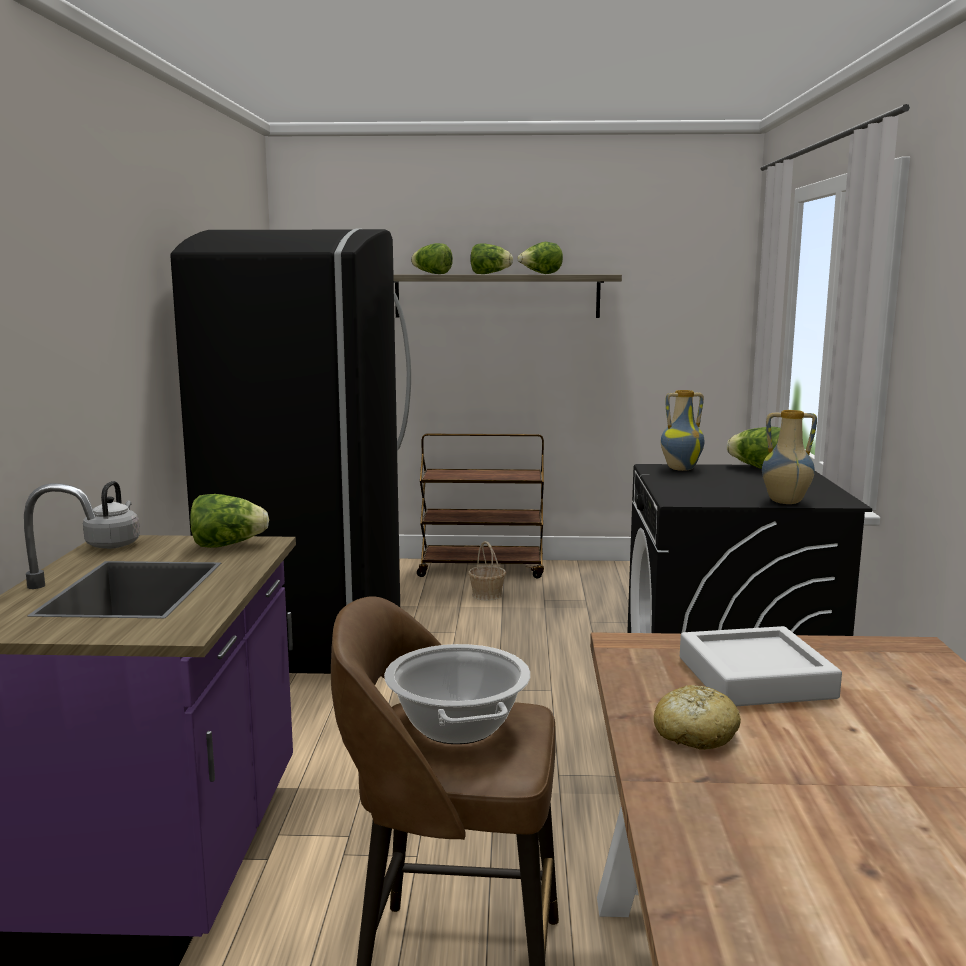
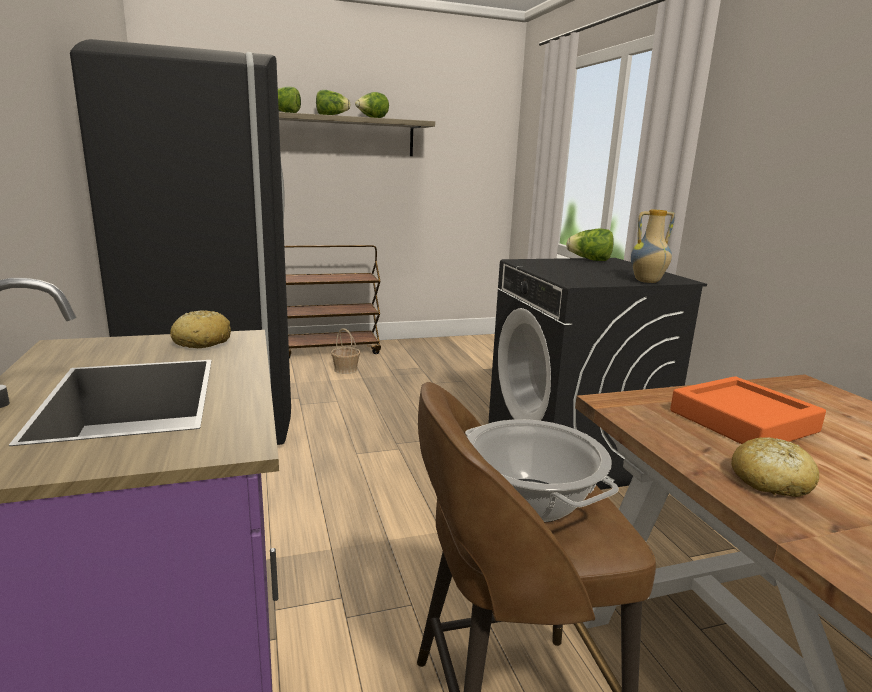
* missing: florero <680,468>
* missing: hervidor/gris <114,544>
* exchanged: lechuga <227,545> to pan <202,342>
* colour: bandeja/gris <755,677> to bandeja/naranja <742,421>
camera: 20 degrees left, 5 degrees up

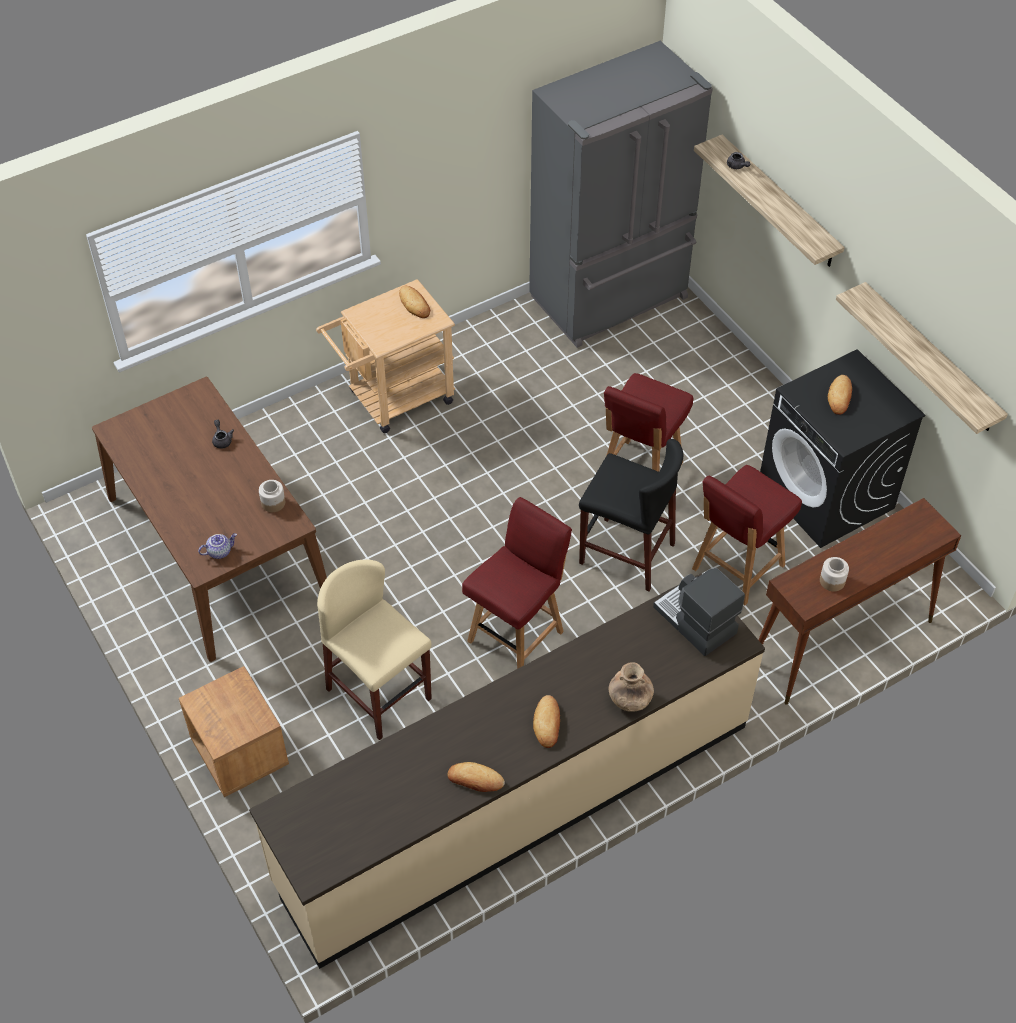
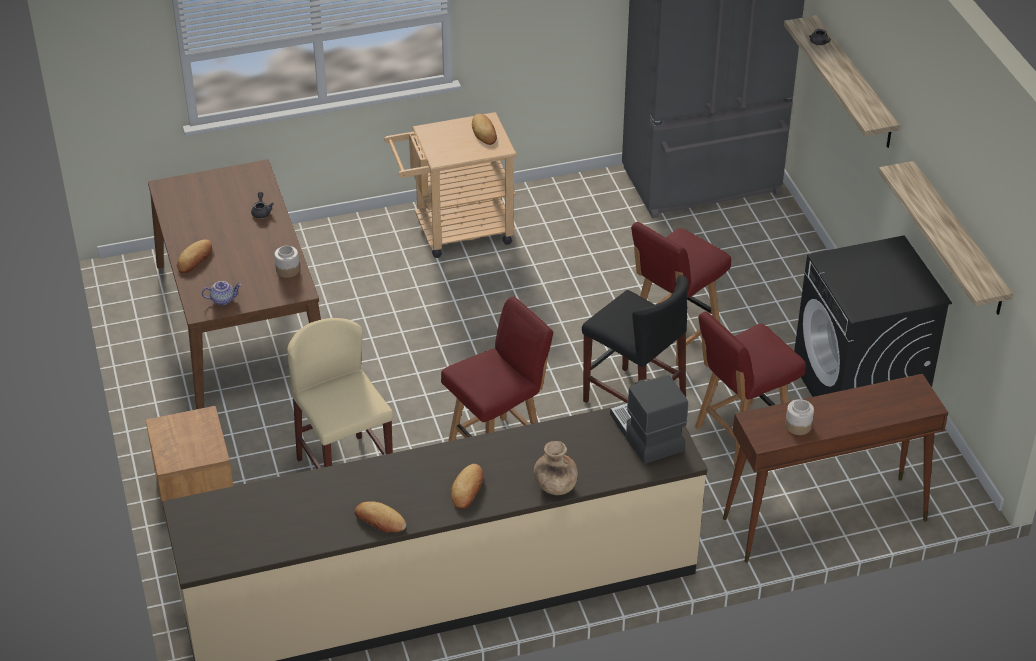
* relocated: pan <840,397> to <195,259>
camera: 15 degrees right, 10 degrees down

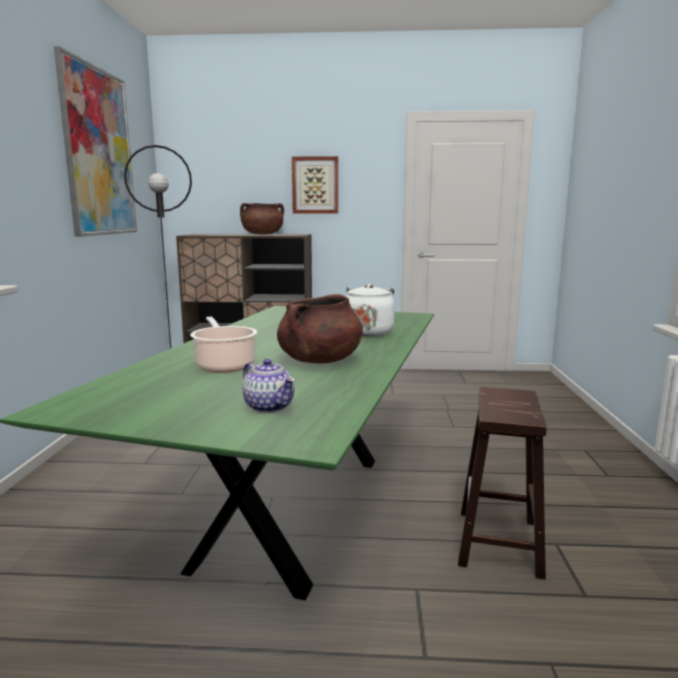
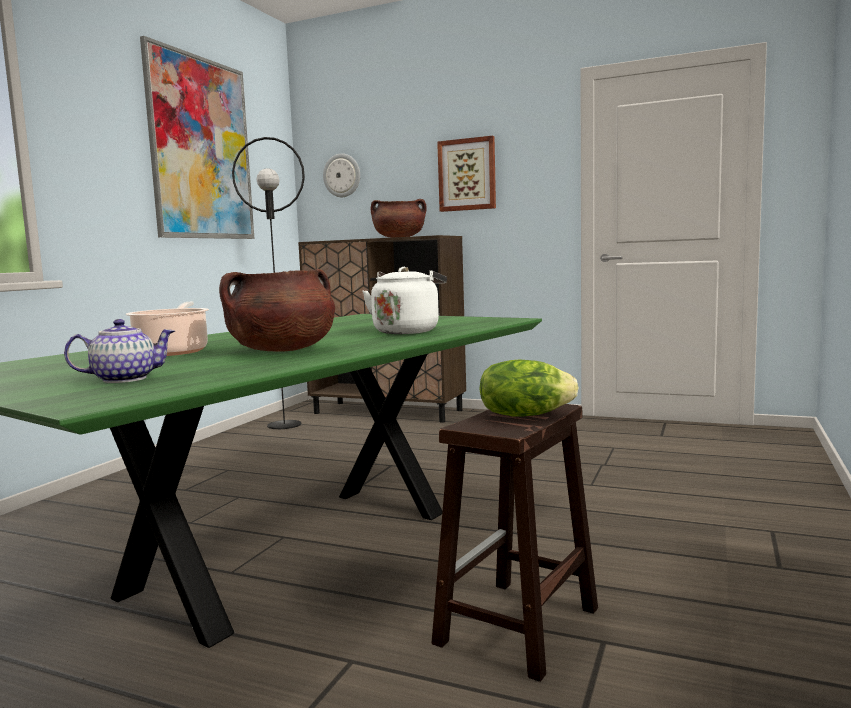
* spun: tetera <269,406> = <124,379> 90 degrees counterclockwise
* appeared: reloj de pared <342,175>
* appeared: lechuga <524,415>
camera: 20 degrees right, 5 degrees down

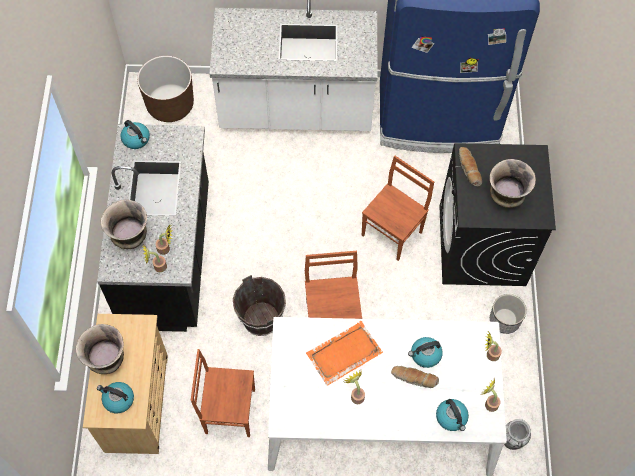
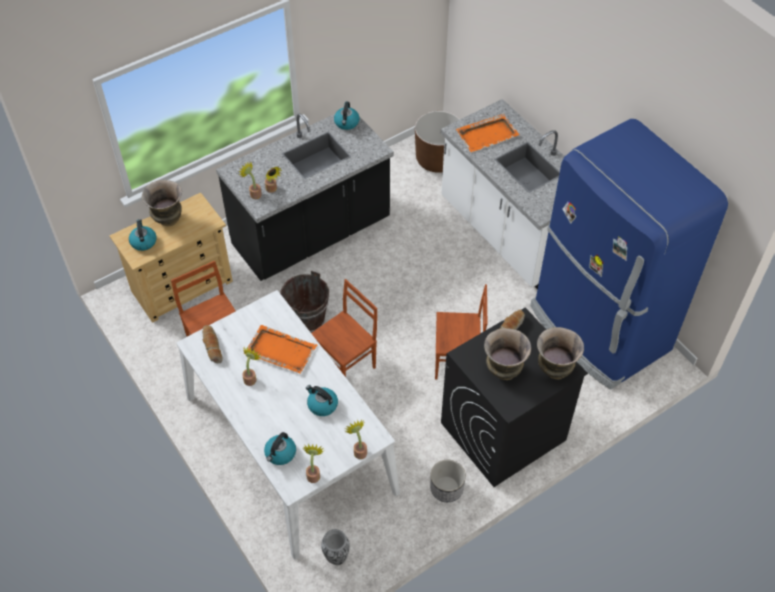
* relocated: florero <130,239> to <554,370>
* relocated: pan <414,379> to <212,347>
* appeared: bandeja/naranja <488,134>
camera: 55 degrees right, 10 degrees down

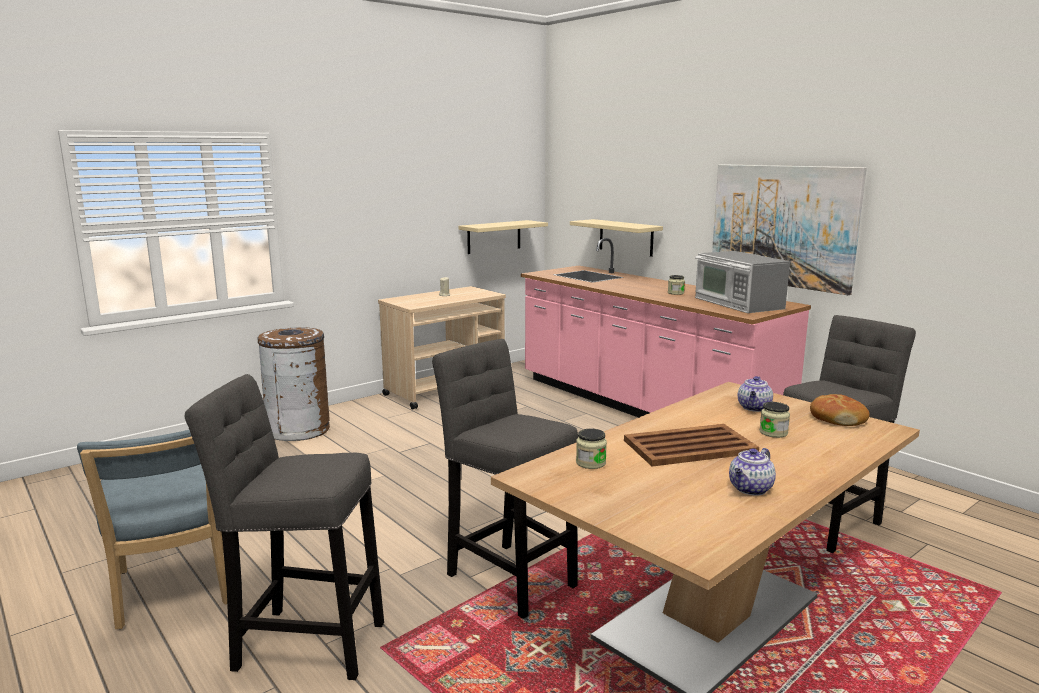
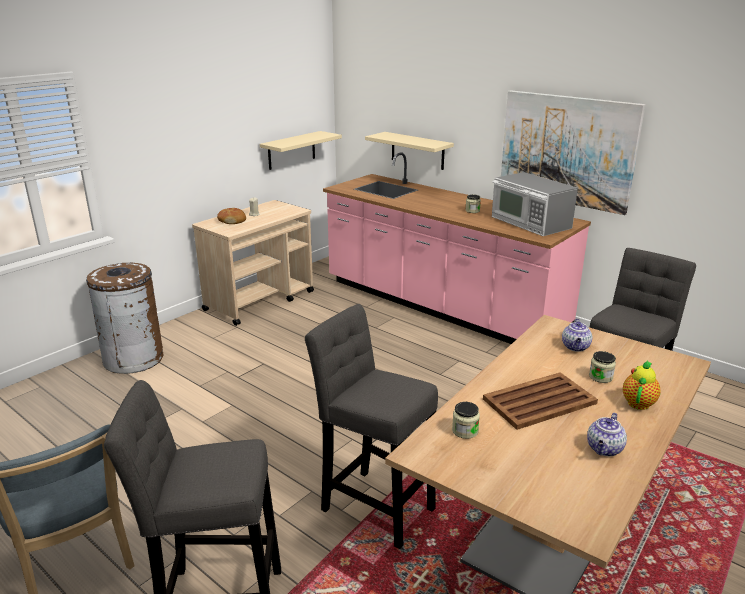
* relocated: pan <837,418> to <232,221>
* appeared: tetera <639,402>
camera: 10 degrees left, 10 degrees up

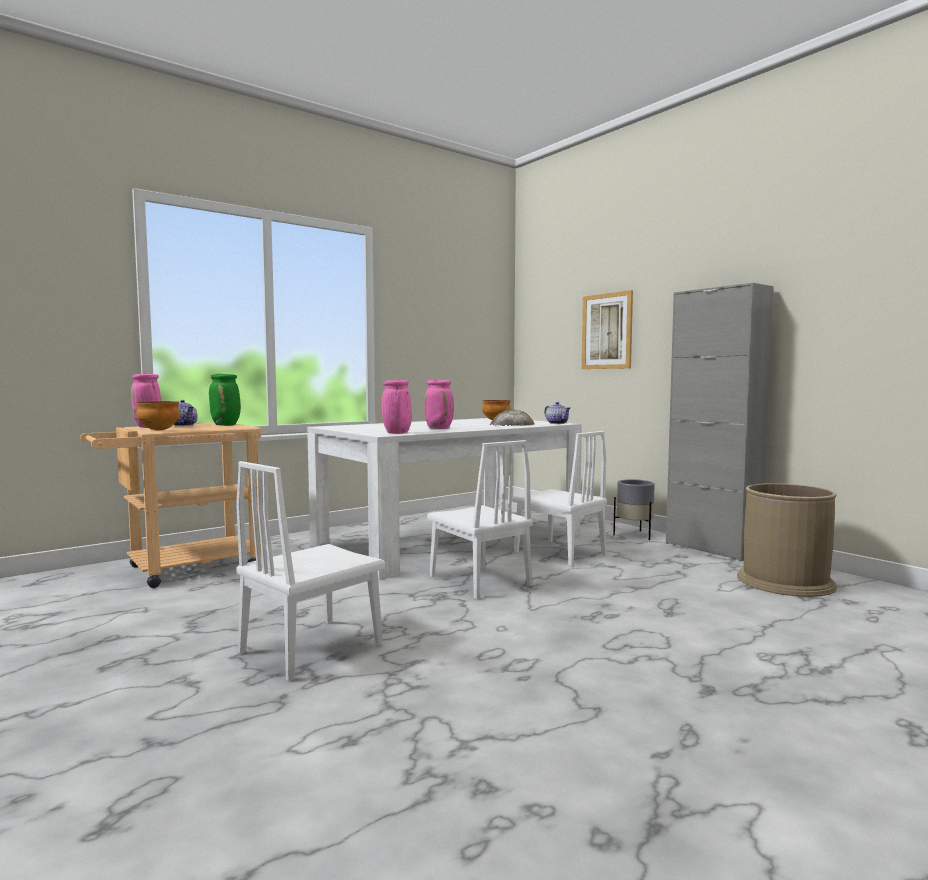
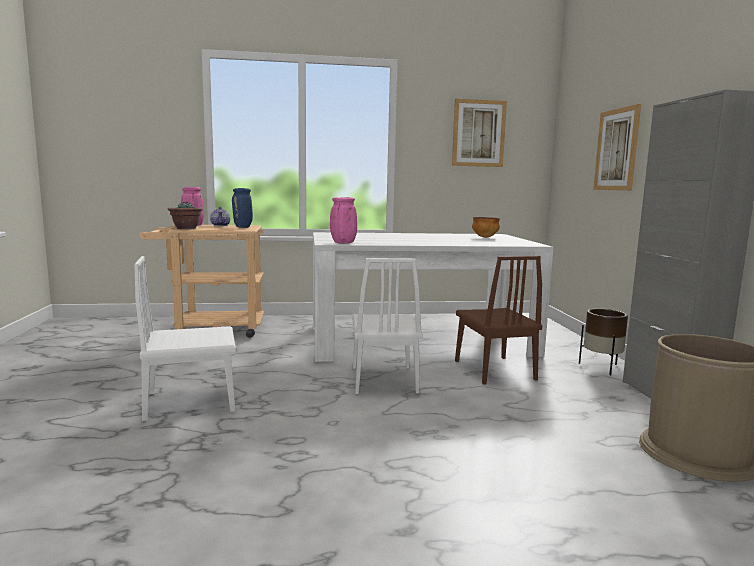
* colour: florero/verde <226,425> to florero/azul <243,227>
* missing: florero/rosa <439,428>
* exchanged: cuenco <158,430> to planta en maceta <186,228>
* missing: tetera <557,423>
* missing: pan <512,424>
* colour: silla/blanco <559,553> to silla/marrón <494,370>
* colour: maceta/gris <634,535> to maceta/marrón <601,367>
* appeared: cuadro <478,133>
camera: 30 degrees right, 5 degrees up

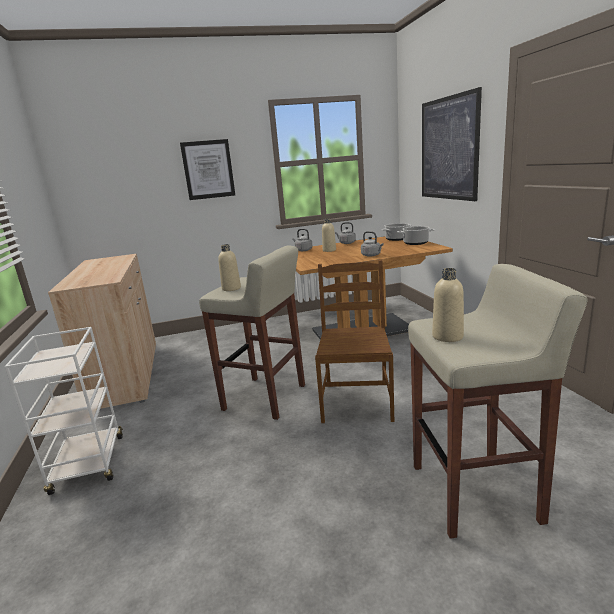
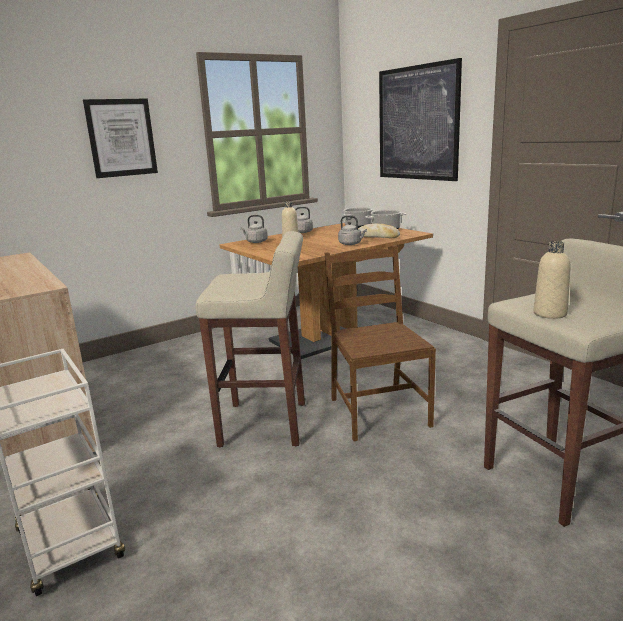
* missing: botella/beis <231,288>
* appeared: pan <378,237>
camera: 20 degrees left, 0 degrees up

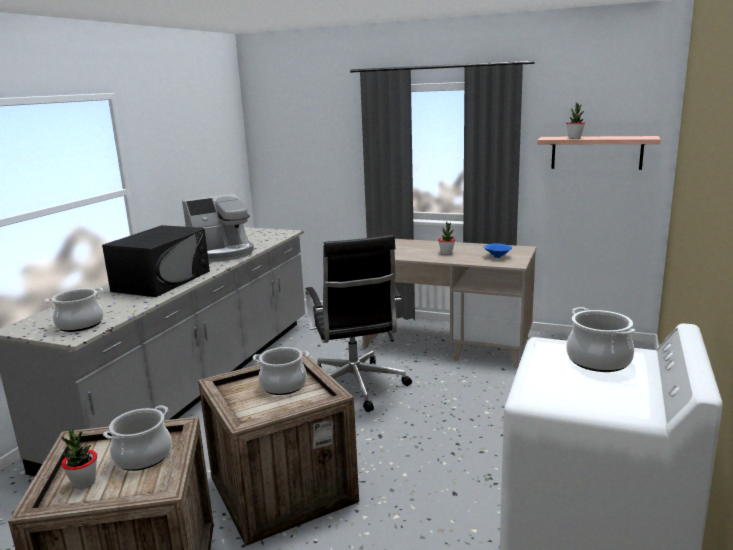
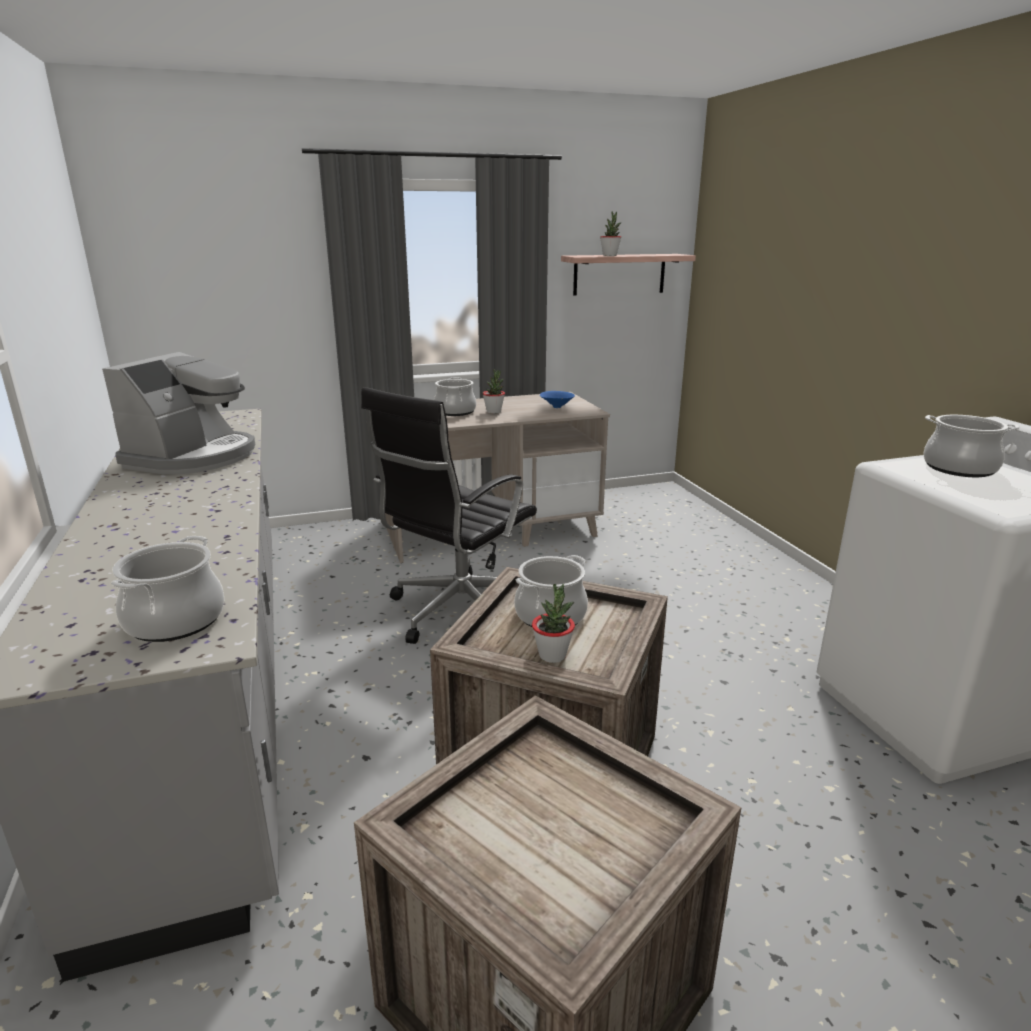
* missing: microondas/negro <162,281>
* spun: silla de oficina/negro <355,387> = <458,612> 90 degrees clockwise
* relocated: olla <143,456> to <455,412>
* relocated: planta en maceta <84,483> to <552,655>
camera: 40 degrees left, 5 degrees up

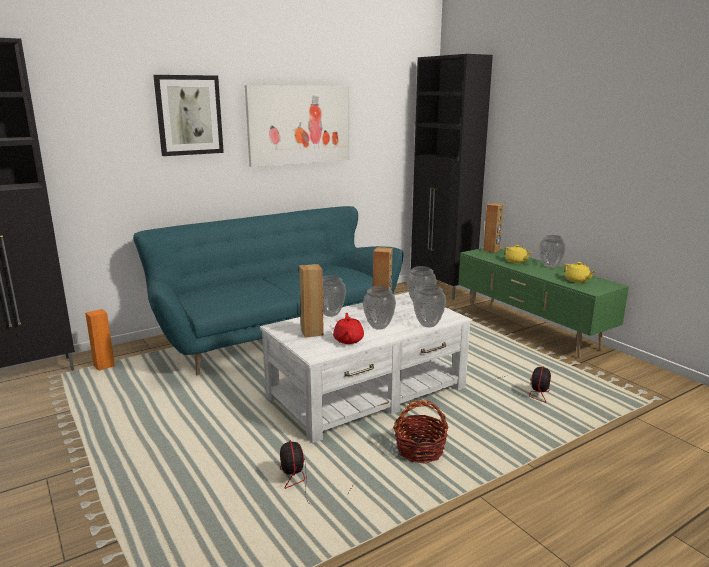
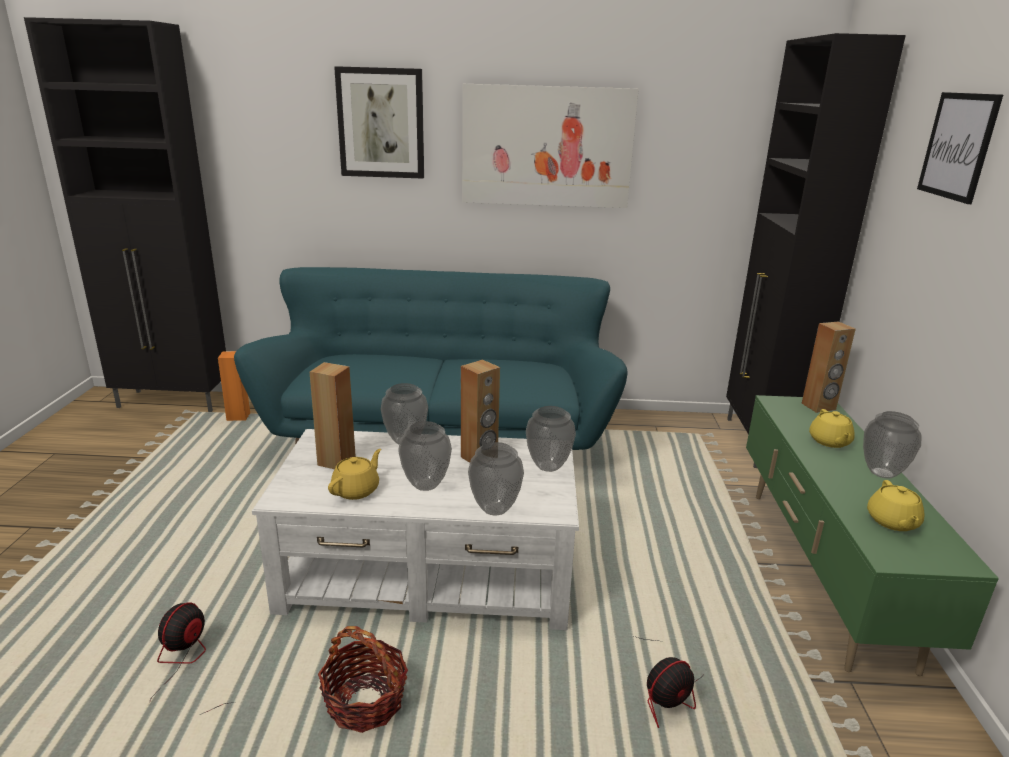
* colour: tetera/rojo <348,339> to tetera/amarillo <356,490>
* appeared: cuadro <958,146>
camera: 35 degrees right, 5 degrees up

